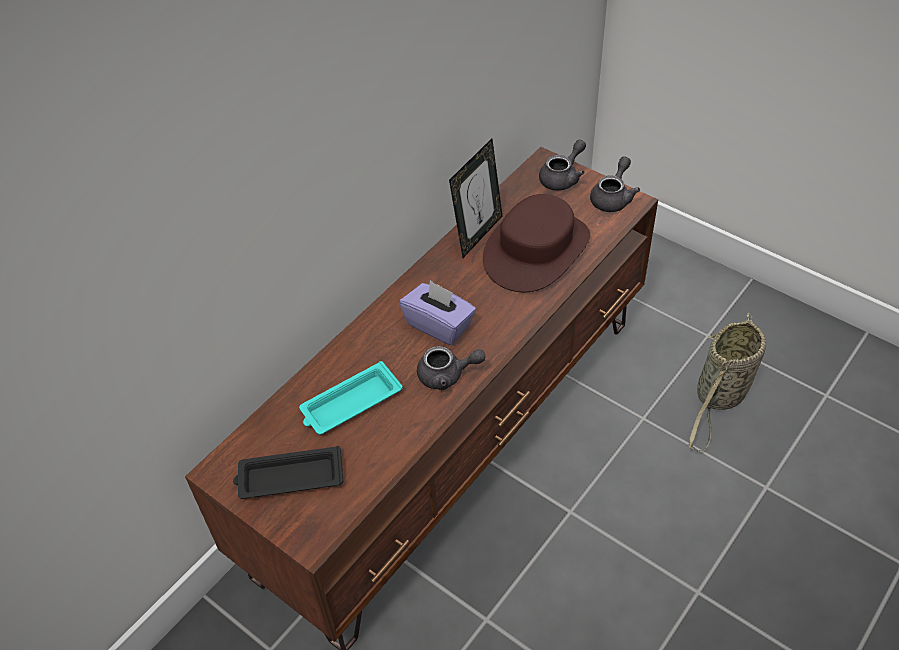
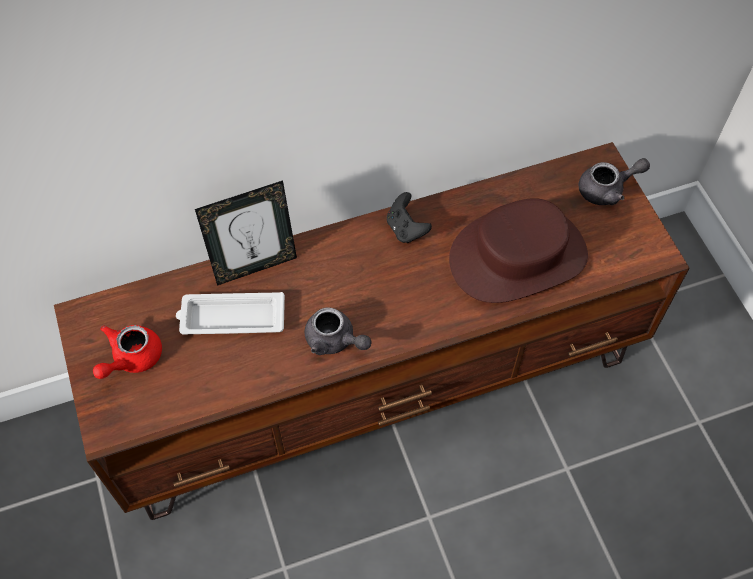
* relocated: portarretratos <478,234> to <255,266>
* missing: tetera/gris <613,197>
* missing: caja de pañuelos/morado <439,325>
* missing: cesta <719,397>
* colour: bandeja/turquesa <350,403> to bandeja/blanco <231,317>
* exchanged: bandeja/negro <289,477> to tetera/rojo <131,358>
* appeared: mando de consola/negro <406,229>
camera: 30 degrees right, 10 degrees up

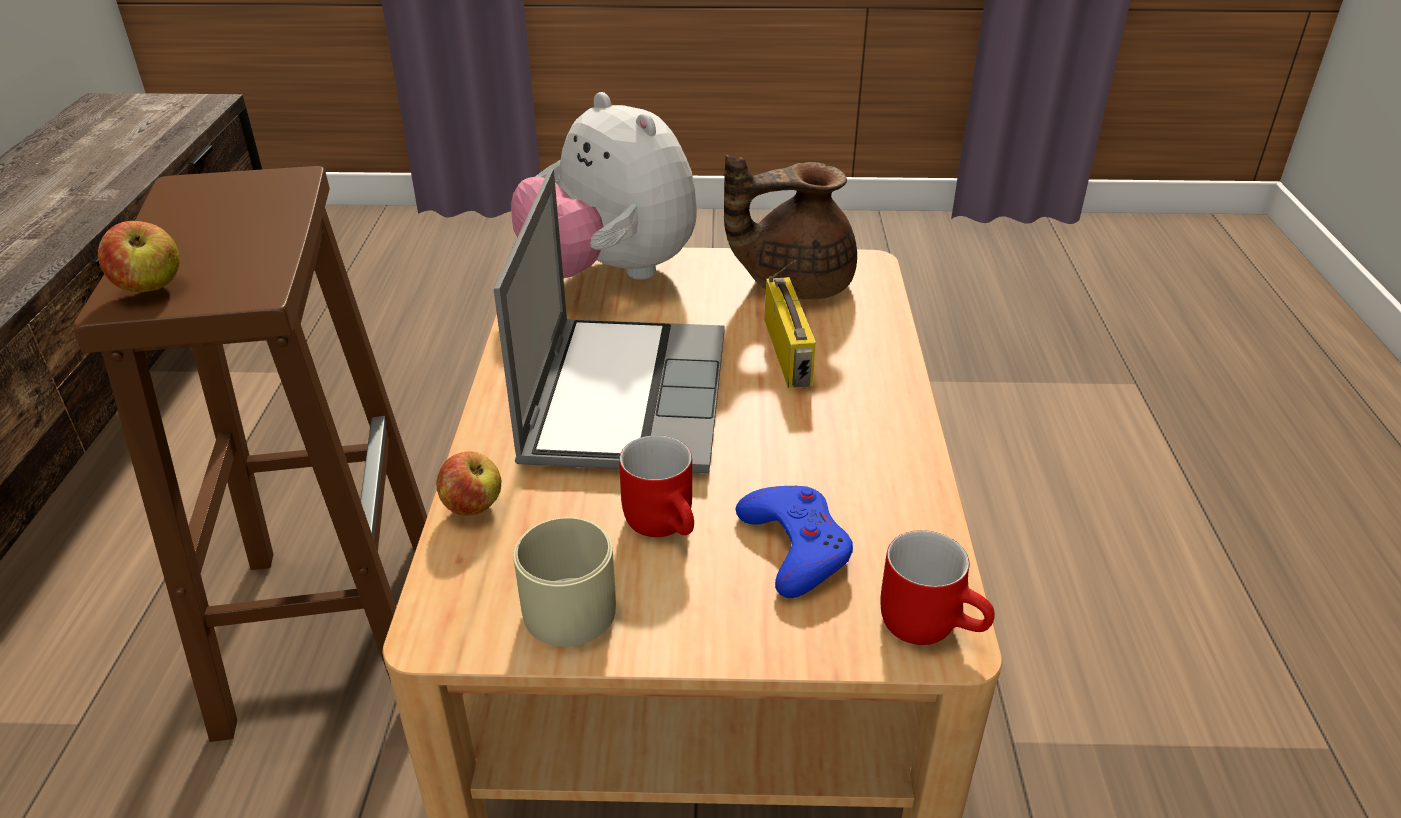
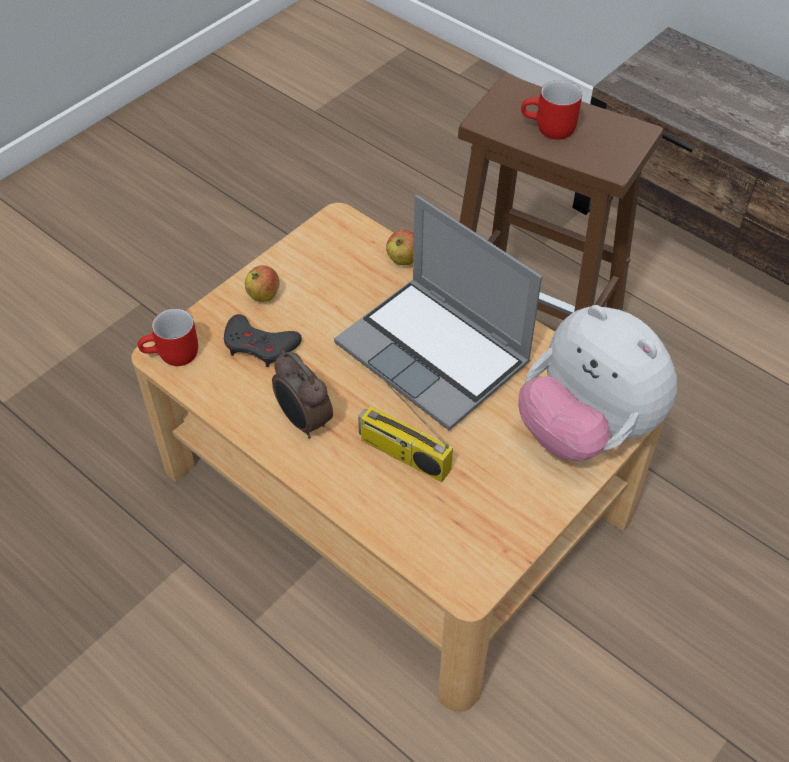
* spun: peluche <610,273> = <586,428> 135 degrees counterclockwise
* missing: tetera/marrón <793,283>
* relocated: manzana <150,287> to <263,295>
* relocated: taza grande/rojo <667,522> to <549,130>
* colour: mando de consola/azul <795,546> to mando de consola/gris <260,345>
* missing: taza grande/beis <569,601>
* appeared: despertador <303,421>
camera: 130 degrees right, 15 degrees up

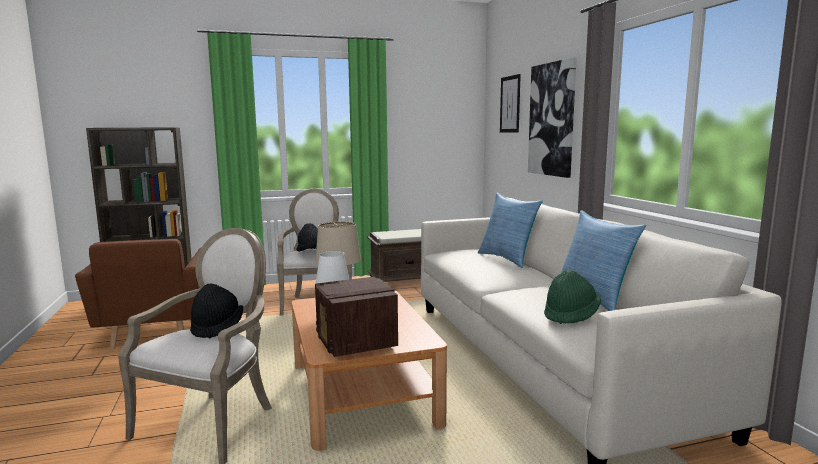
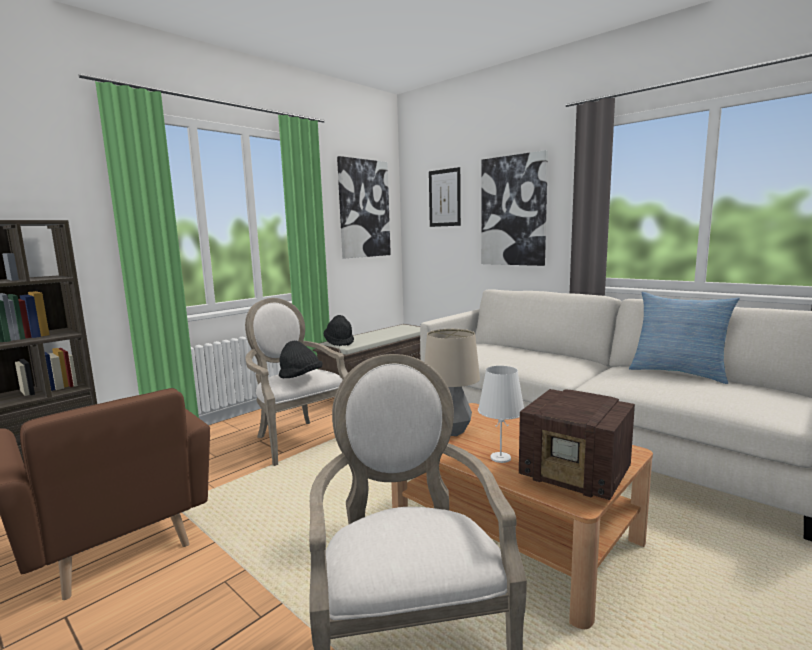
* missing: cojín <508,258>
* missing: sombrero/verde <571,315>
* relocated: sombrero/negro <217,327> to <339,342>
* appeared: cuadro <364,209>
camera: 30 degrees left, 0 degrees up

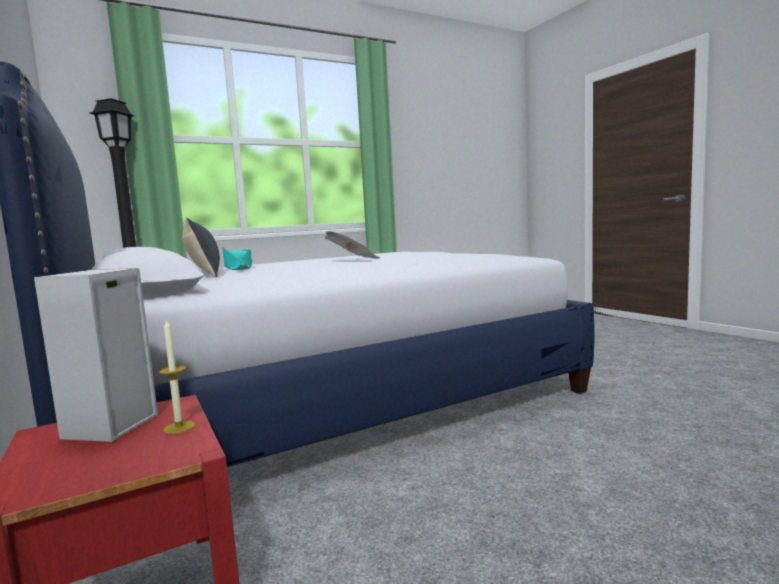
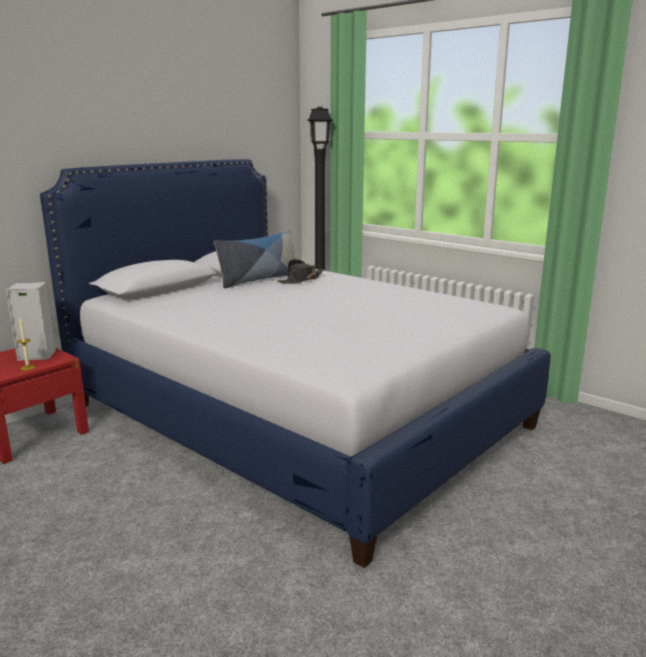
* missing: periódico <353,260>
* colour: sombrero/turquesa <238,268> to sombrero/negro <301,280>
camera: 70 degrees right, 10 degrees up

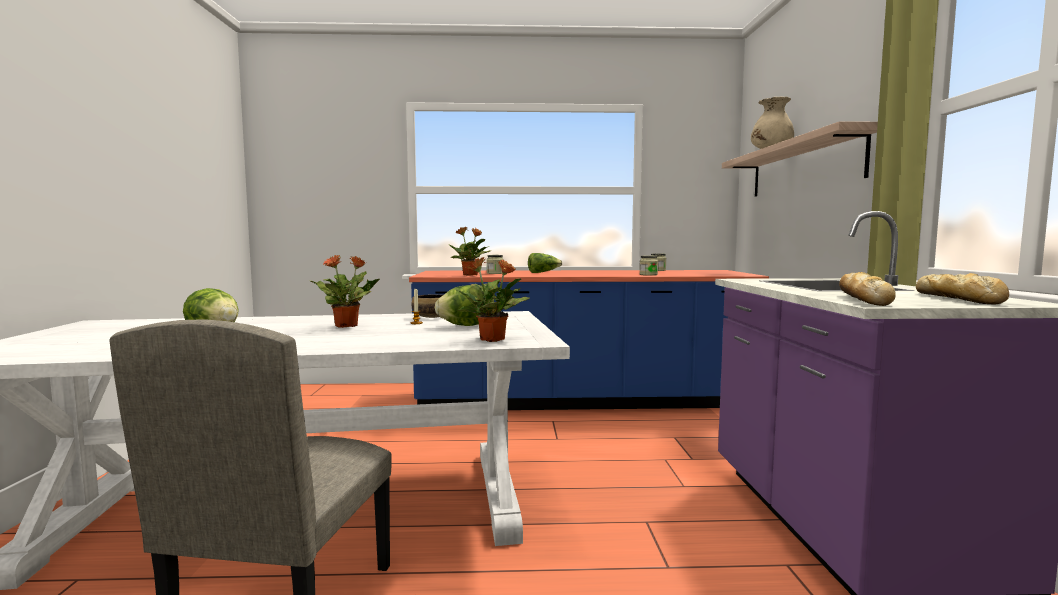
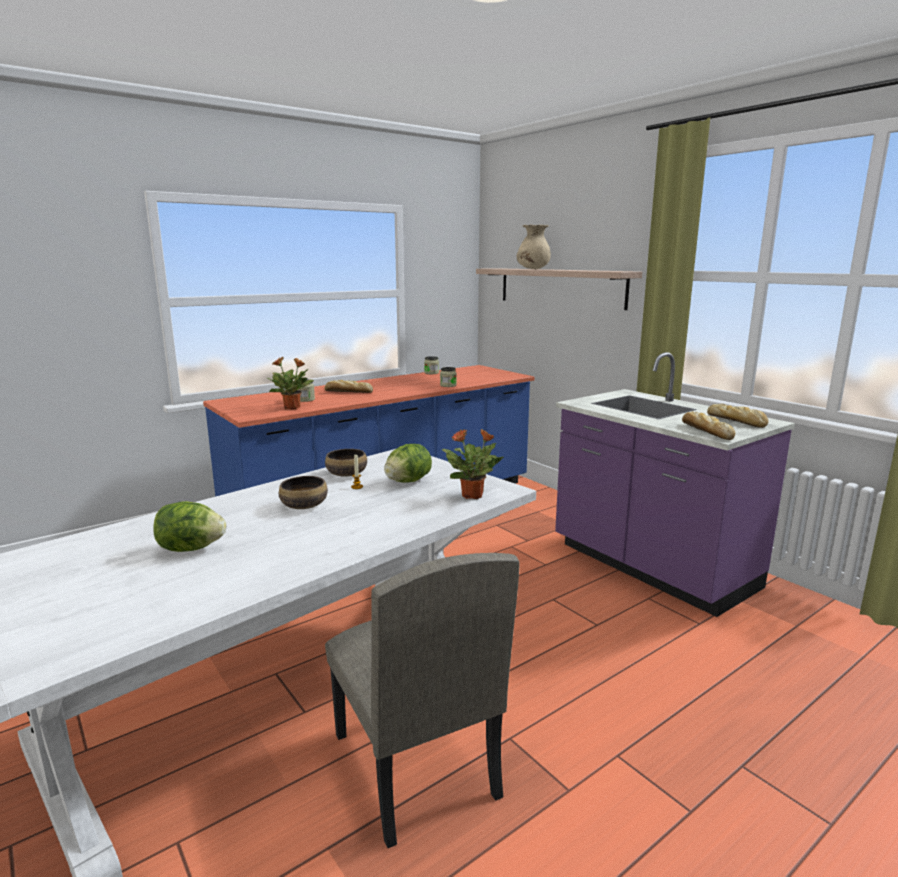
* exchanged: lechuga <543,272> to pan <347,392>
* exchanged: planta en maceta <347,326> to cuenco <304,505>
camera: 35 degrees left, 10 degrees up

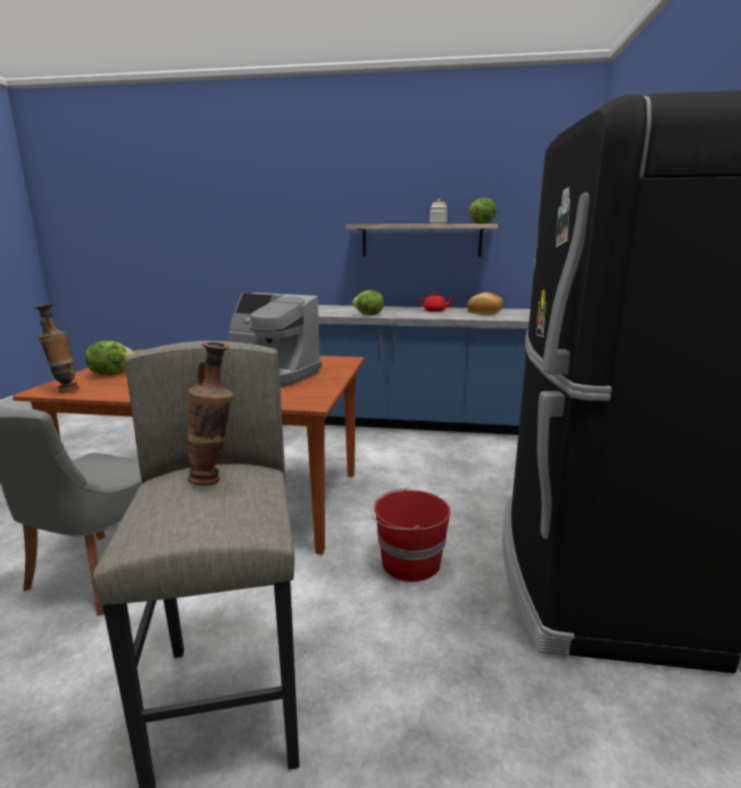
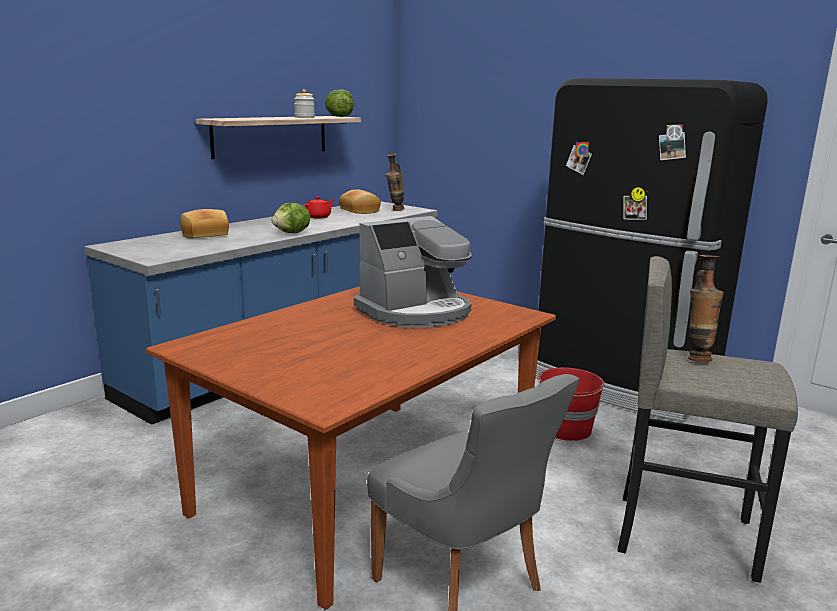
* relocated: florero <65,390> to <394,210>
* missing: lechuga <111,374>
* appeared: pan <204,234>
camera: 60 degrees left, 0 degrees up

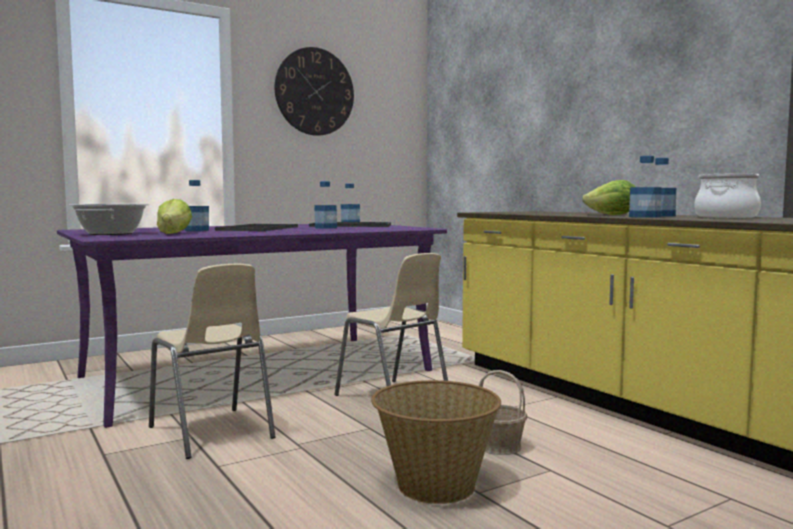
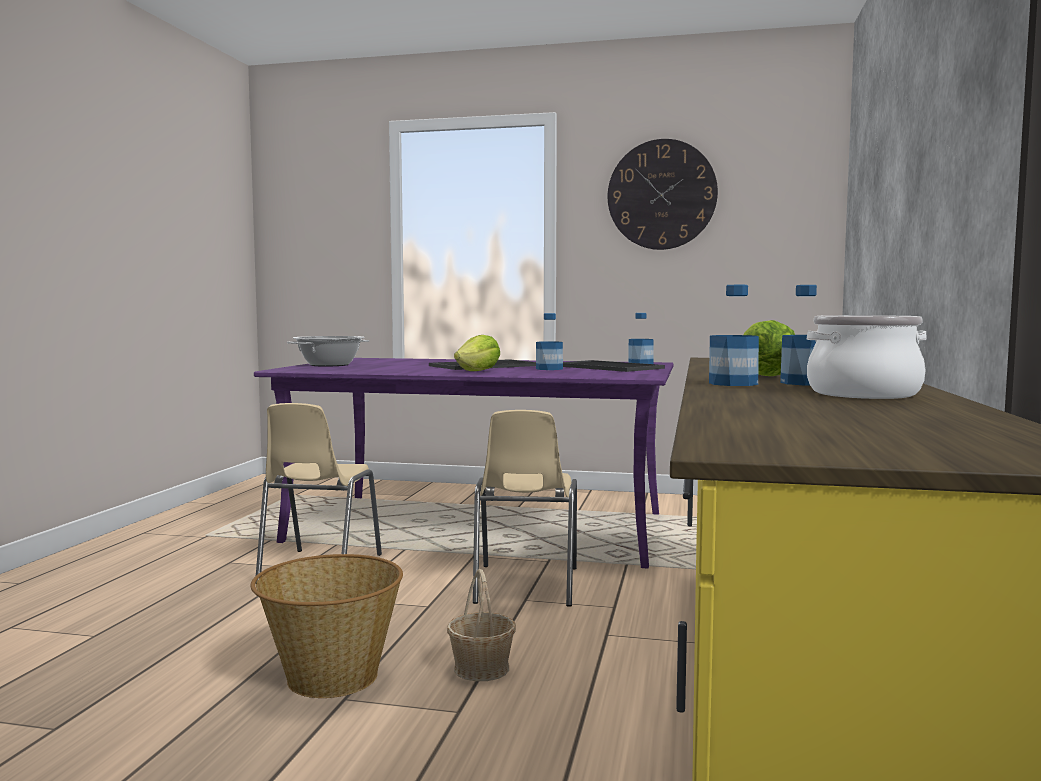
* missing: botella <196,230>
* relocated: lechuga <174,233> to <478,371>
camera: 45 degrees right, 0 degrees up

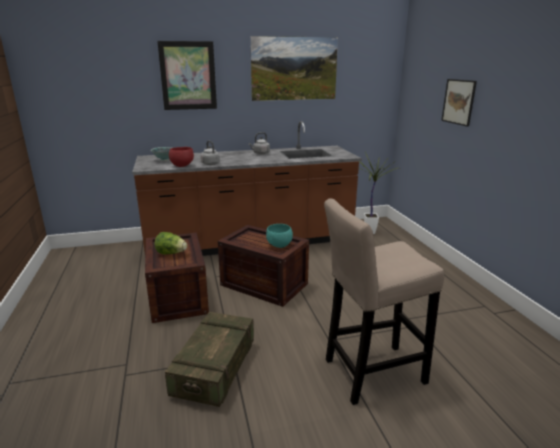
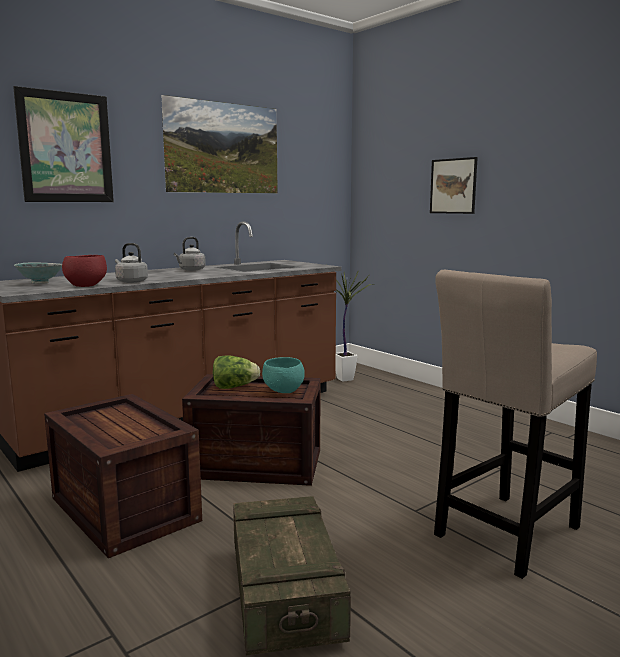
* relocated: lechuga <171,253> to <234,387>
camera: 25 degrees left, 10 degrees down

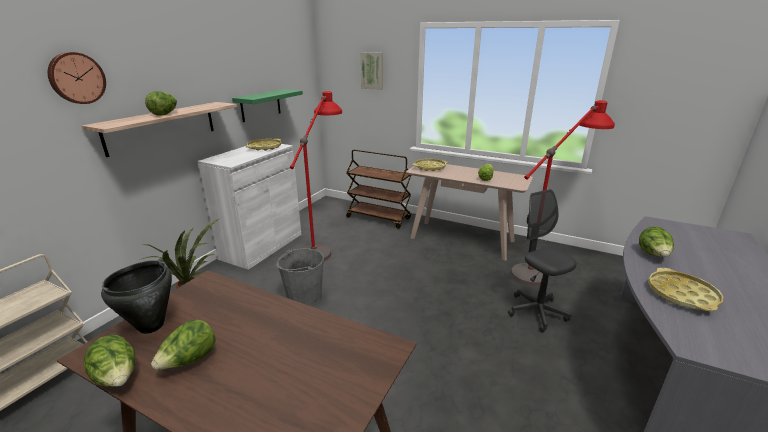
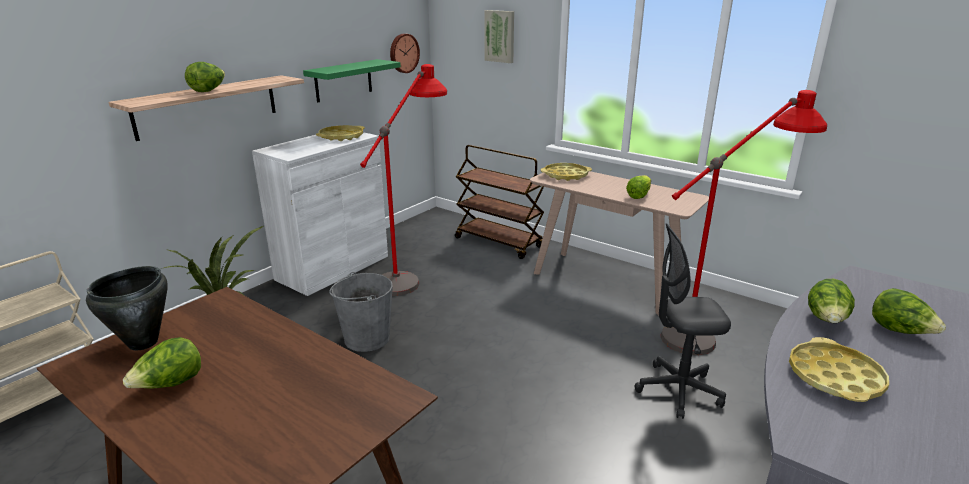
* relocated: reloj de pared <76,78> to <403,53>
* spun: silla de oficina/gris <536,312> = <678,390> 75 degrees counterclockwise
* relocated: lechuga <118,378> to <899,331>
camera: 10 degrees right, 0 degrees up

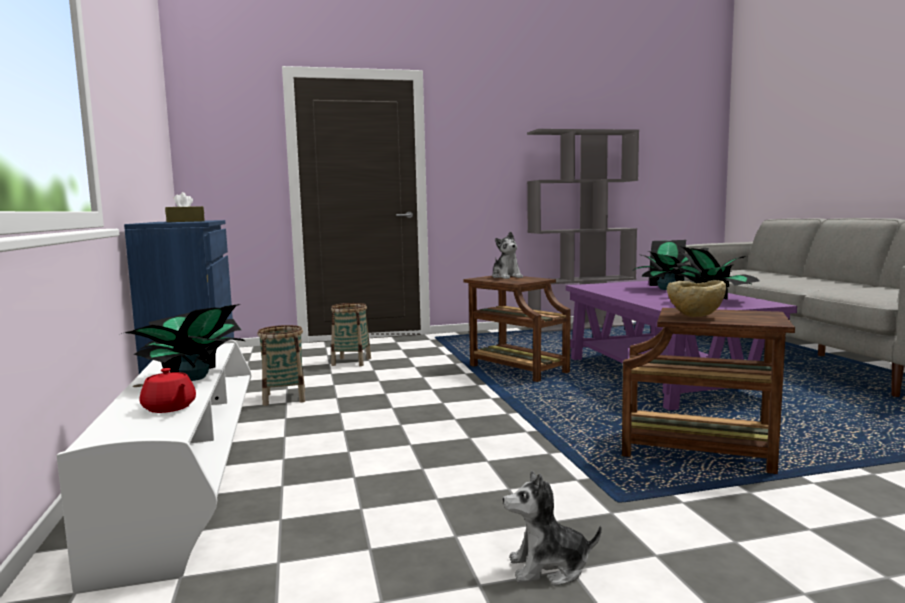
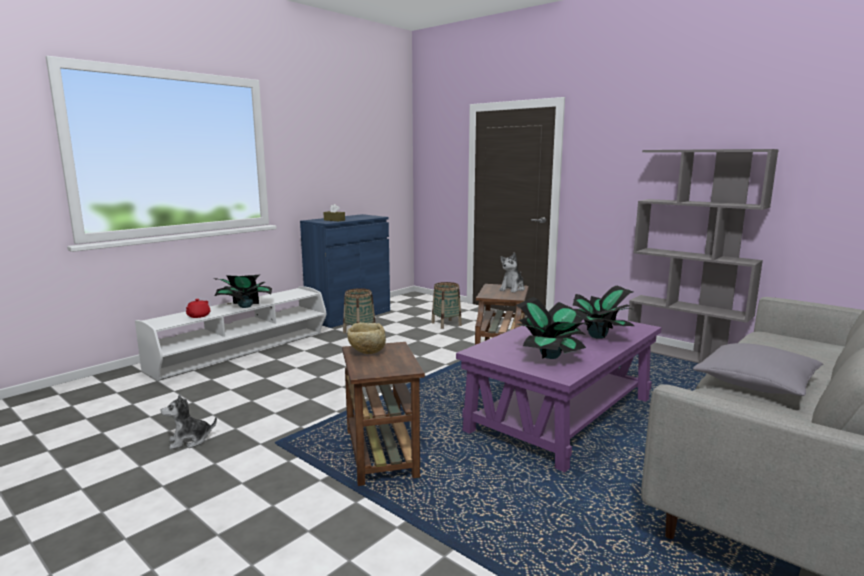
* spun: peluche <549,568> = <189,441> 75 degrees counterclockwise
* appeared: cojín/gris <755,384>
camera: 55 degrees right, 5 degrees up

